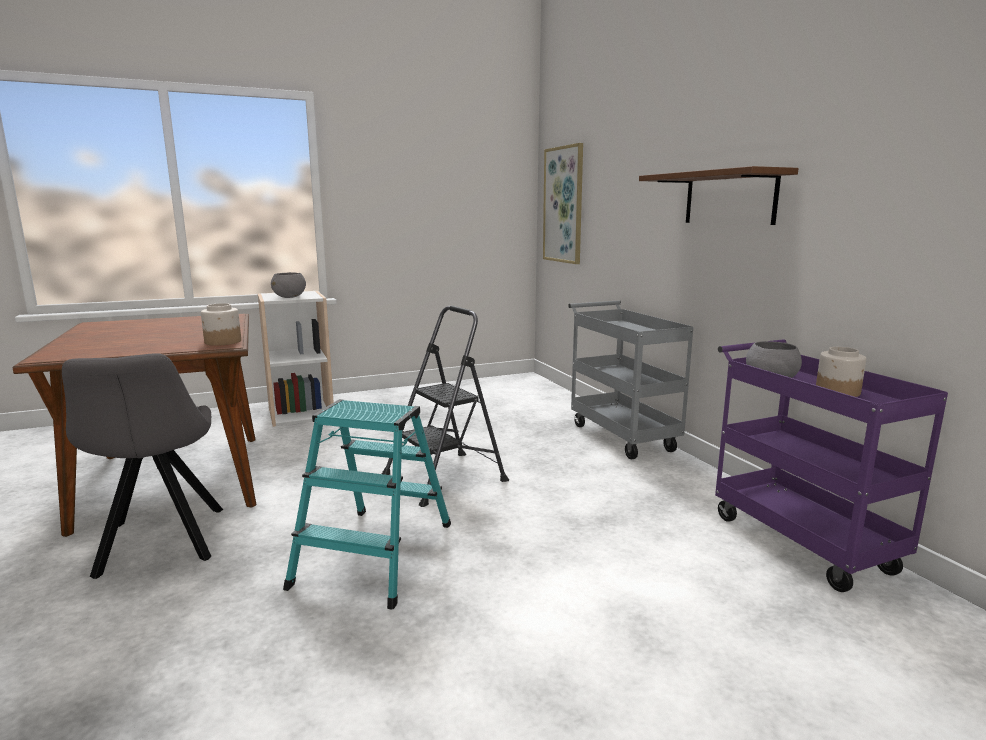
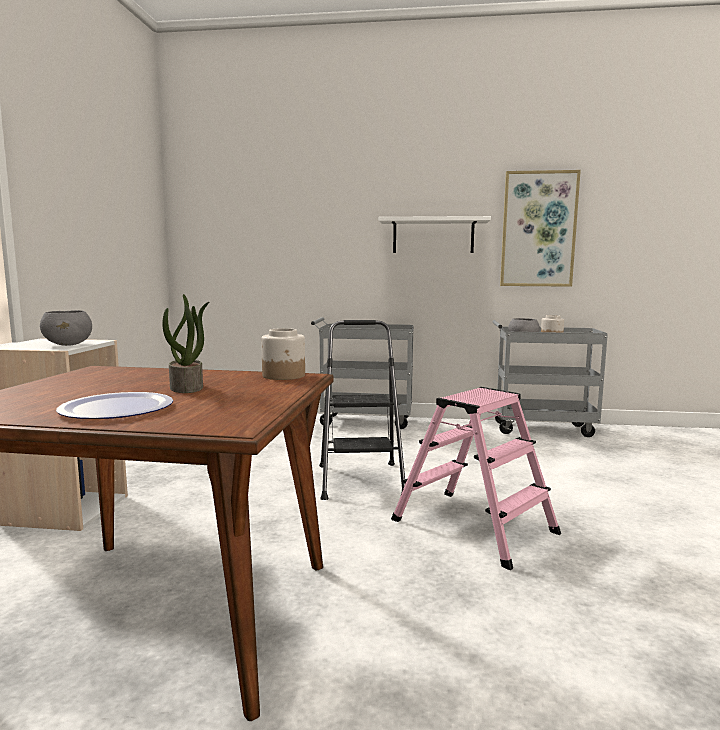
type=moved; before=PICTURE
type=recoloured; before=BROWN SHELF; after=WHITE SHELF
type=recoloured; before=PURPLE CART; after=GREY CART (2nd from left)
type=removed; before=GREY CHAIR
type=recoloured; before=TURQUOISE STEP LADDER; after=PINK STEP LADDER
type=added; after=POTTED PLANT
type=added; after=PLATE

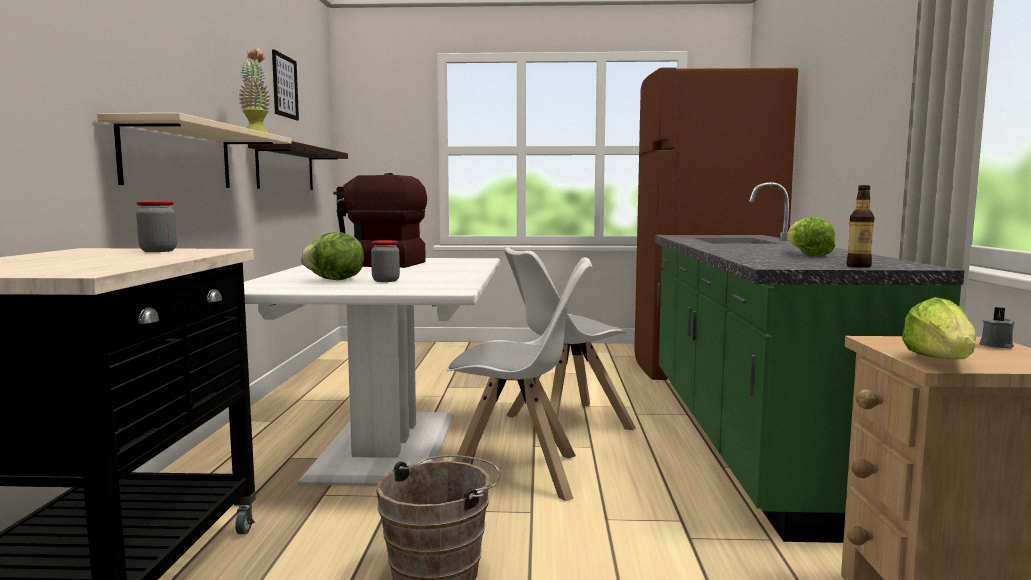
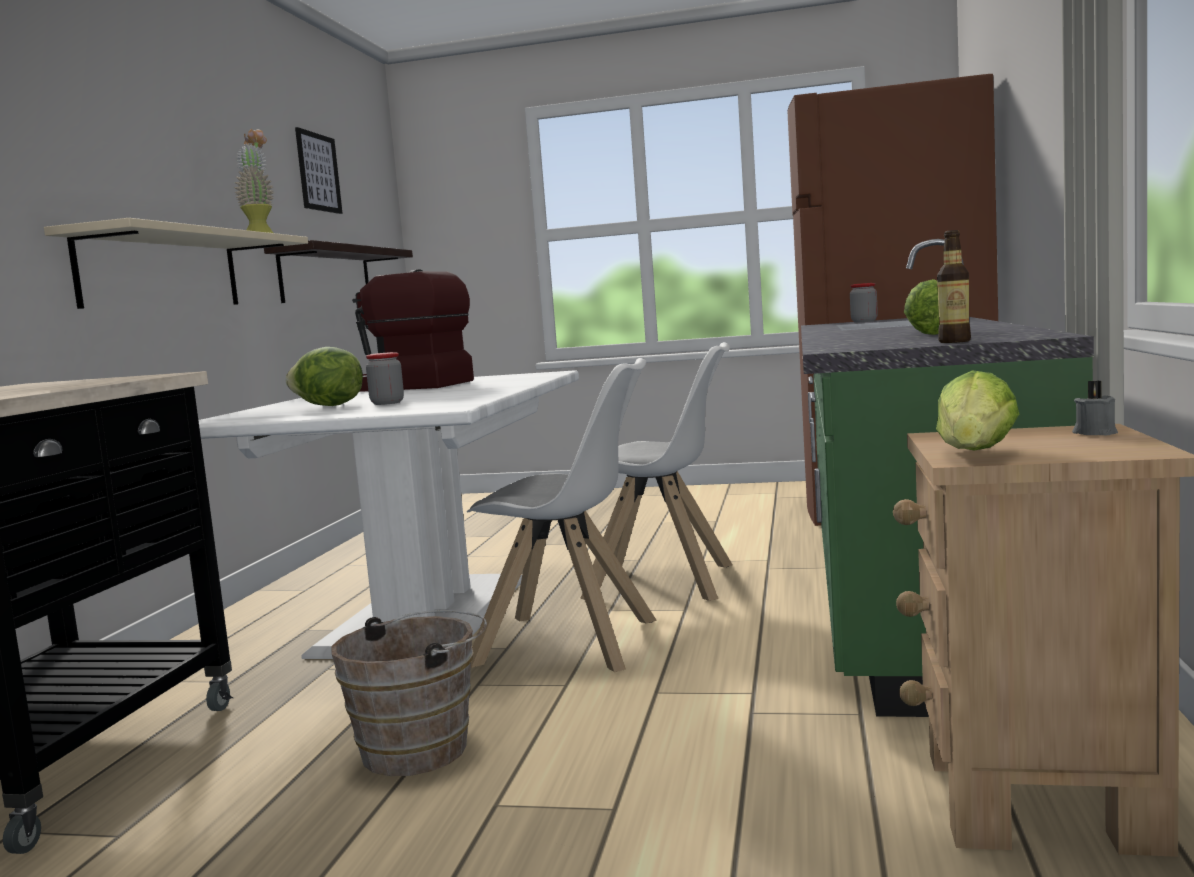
type=moved; before=JAR (1st from left in the first image); after=JAR (2nd from left)
type=turned; before=CHAIR (2nd from left); turn=-150

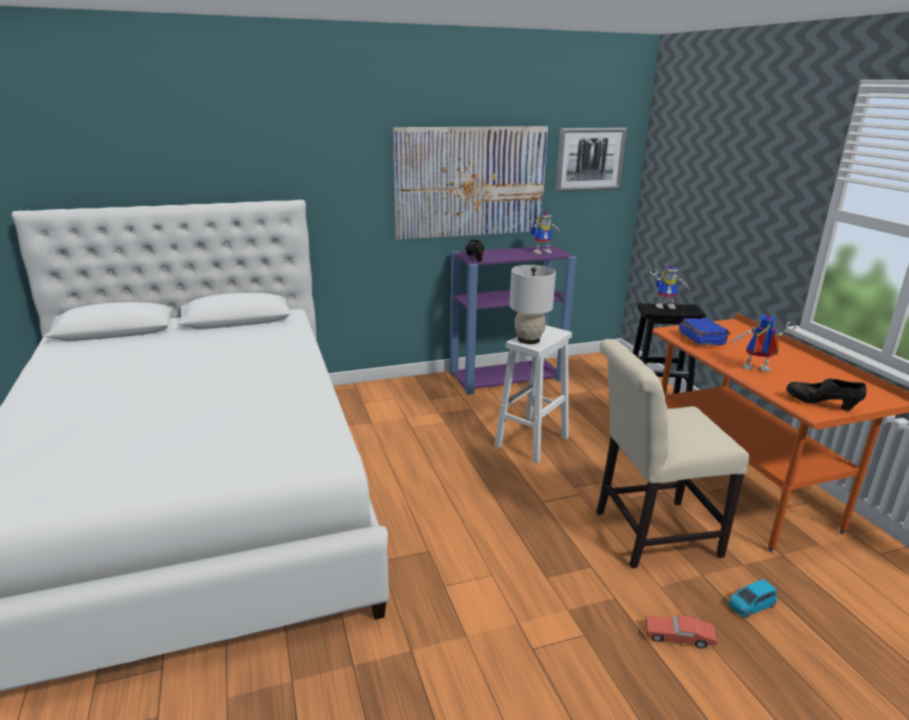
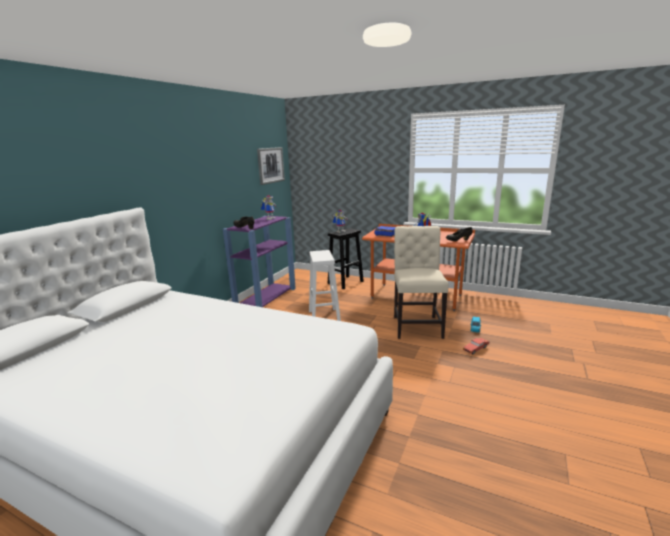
type=removed; before=PICTURE (1st from left)
type=removed; before=WHITE TABLE LAMP
type=turned; before=BEIGE CHAIR; turn=150

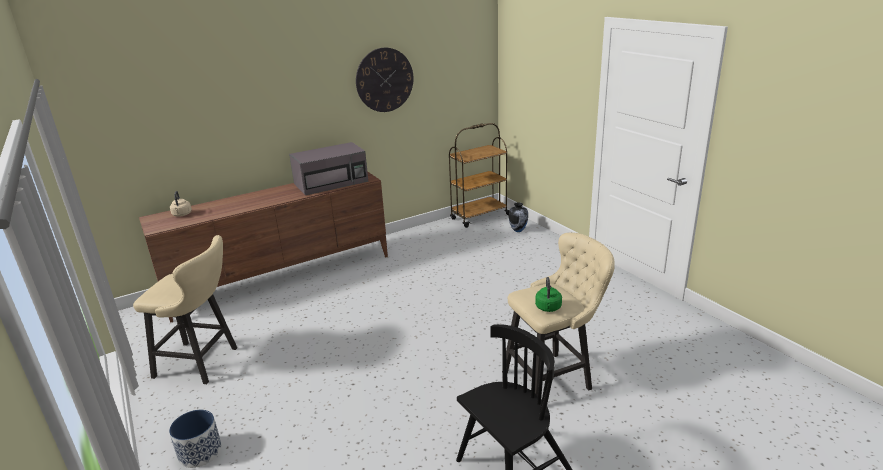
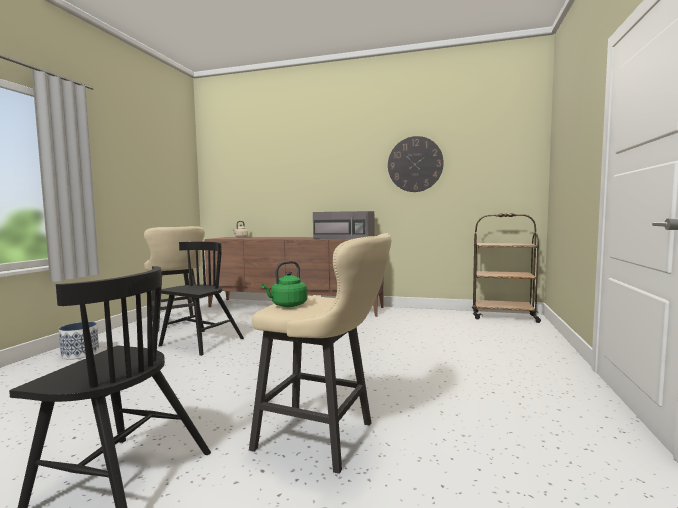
type=removed; before=VASE
type=added; after=BLACK CHAIR (2nd from left)

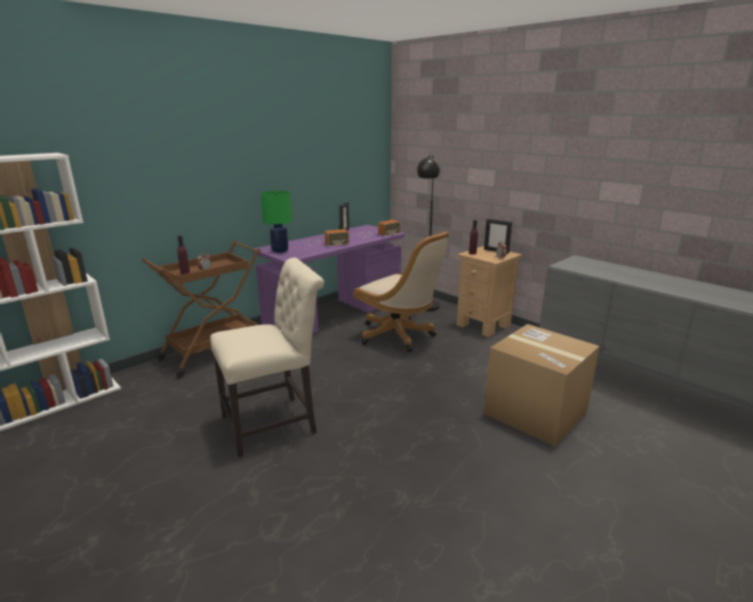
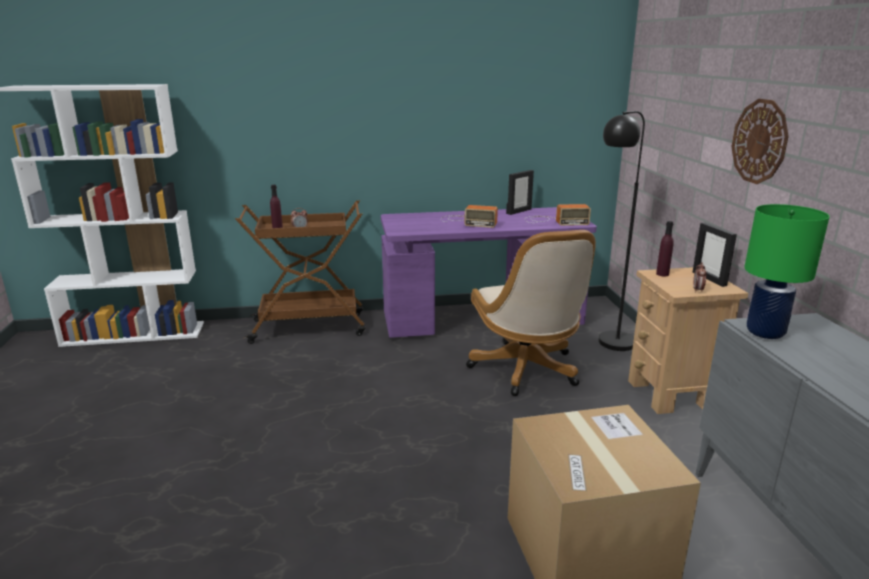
type=moved; before=GREEN TABLE LAMP
type=removed; before=BEIGE CHAIR
type=added; after=WALL CLOCK

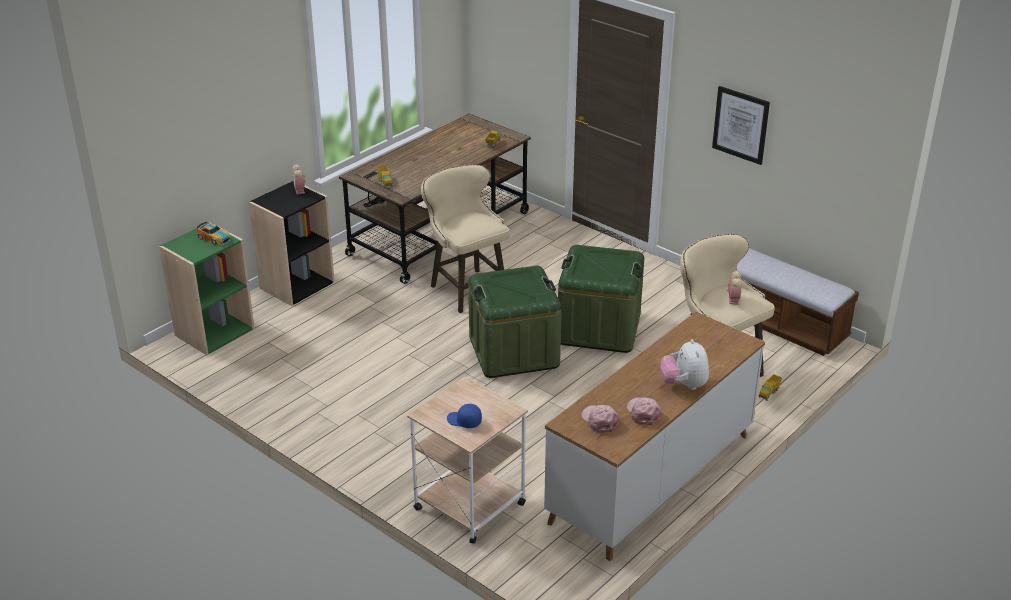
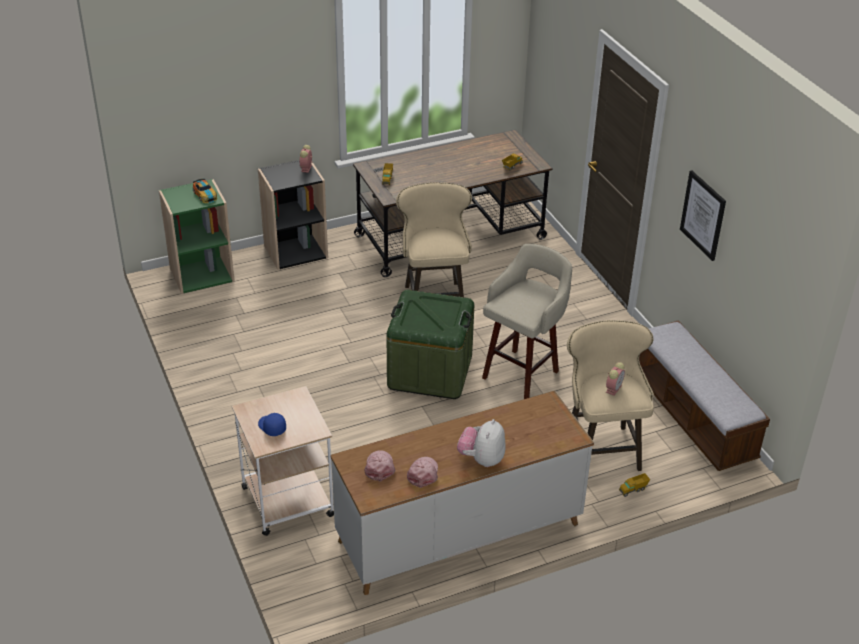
type=replaced; before=GREEN STORAGE BOX (2nd from left); after=BEIGE STOOL (2nd from left)

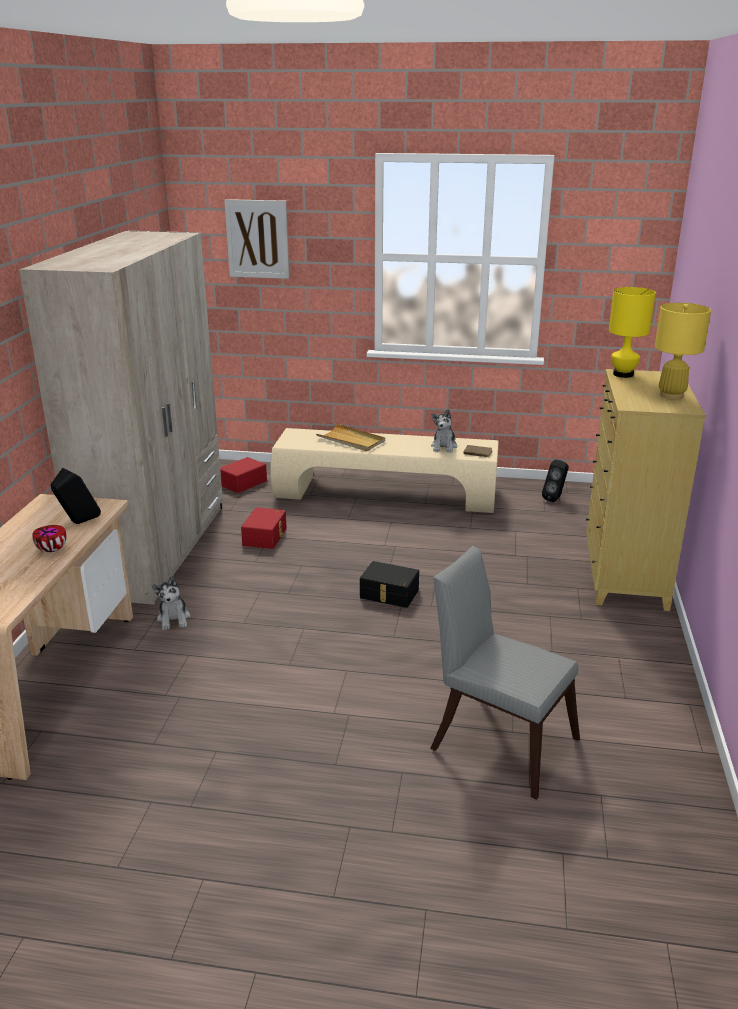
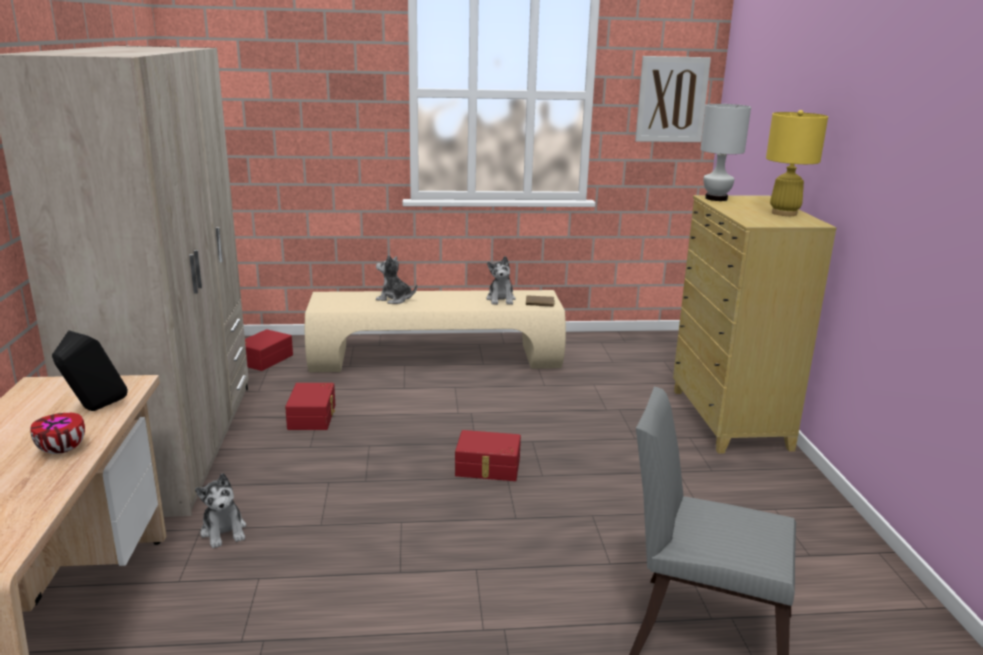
type=moved; before=PICTURE
type=recoloured; before=YELLOW TABLE LAMP (1st from left); after=WHITE TABLE LAMP
type=replaced; before=BEIGE TRAY; after=PLUSH TOY (2nd from left)
type=removed; before=BLACK SPEAKER (2nd from left)
type=recoloured; before=BLACK STORAGE BOX; after=RED STORAGE BOX (3rd from left)

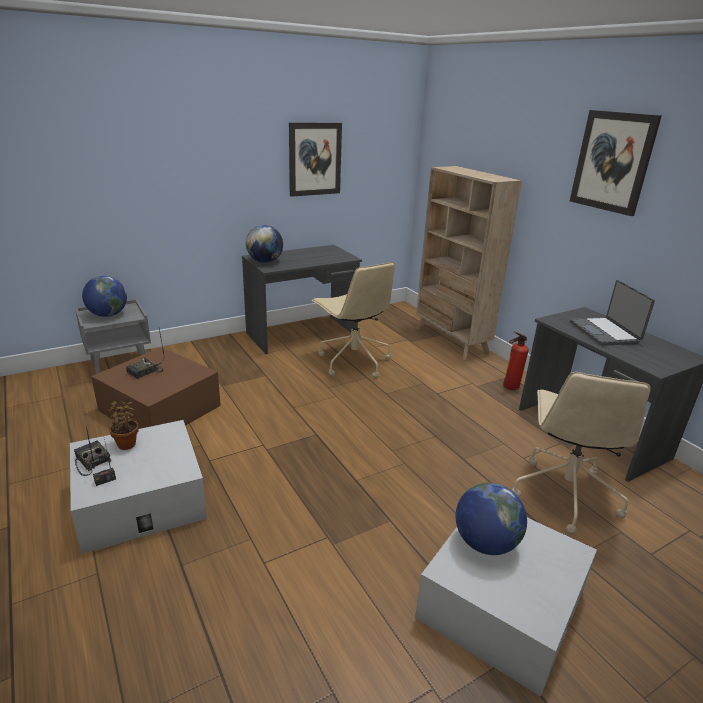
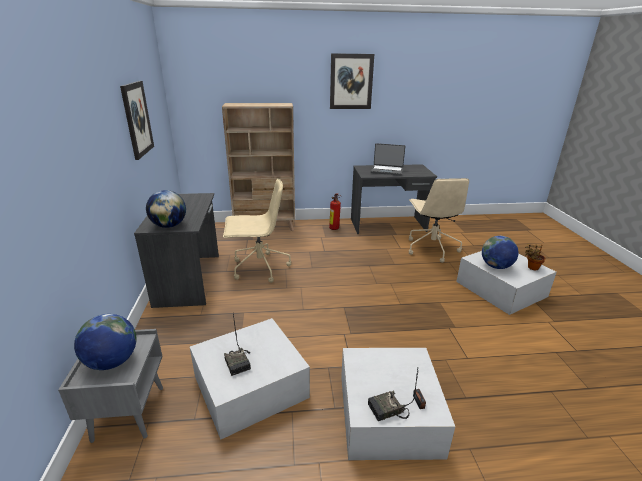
type=recoloured; before=BROWN STORAGE BOX; after=WHITE STORAGE BOX (1st from left)
type=turned; before=BEIGE OFFICE CHAIR (2nd from left); turn=45
type=moved; before=POTTED PLANT

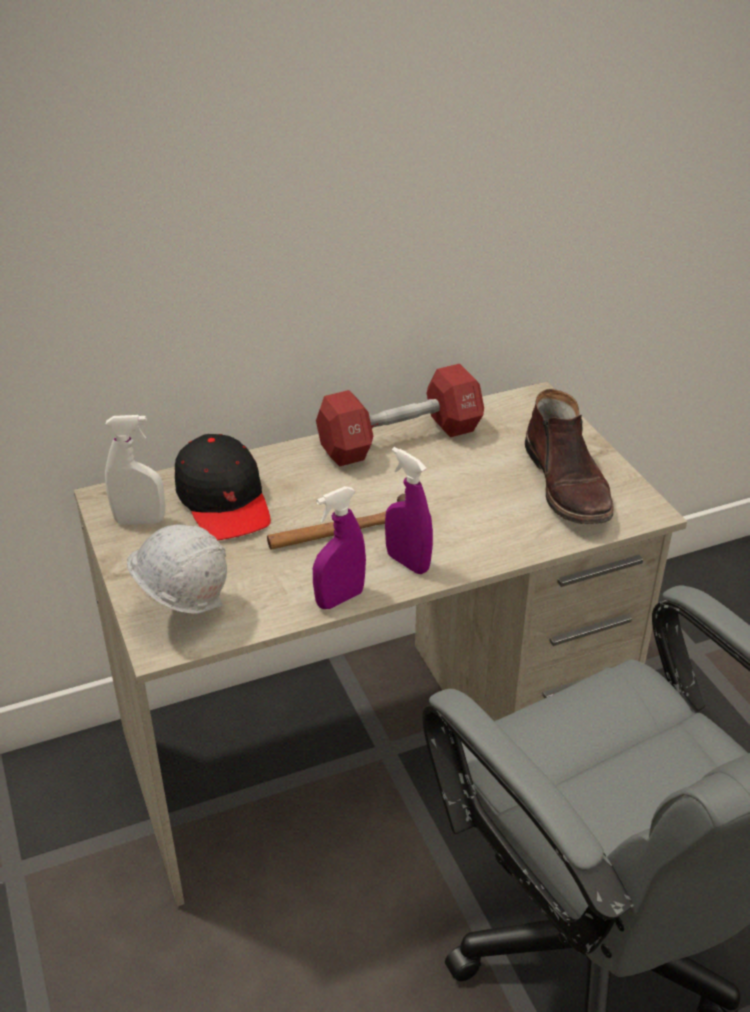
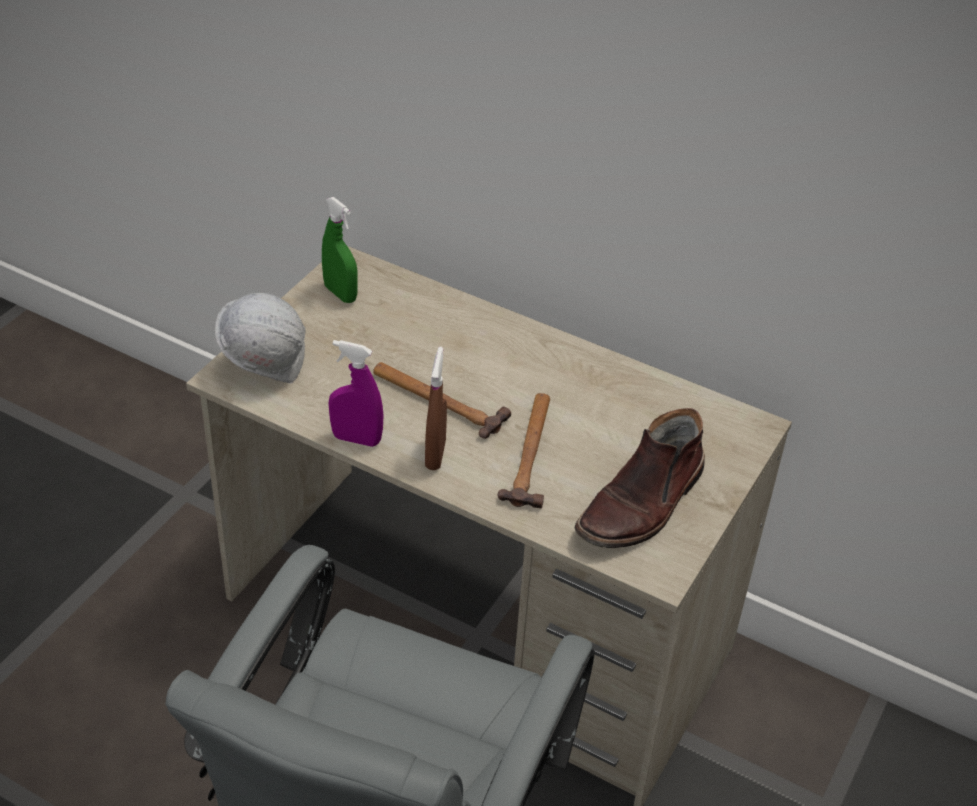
type=removed; before=RED DUMBBELL
type=recoloured; before=WHITE SPRAY BOTTLE; after=GREEN SPRAY BOTTLE
type=removed; before=BLACK CAP
type=recoloured; before=PURPLE SPRAY BOTTLE (2nd from left); after=BROWN SPRAY BOTTLE
type=added; after=HAMMER (2nd from left)

